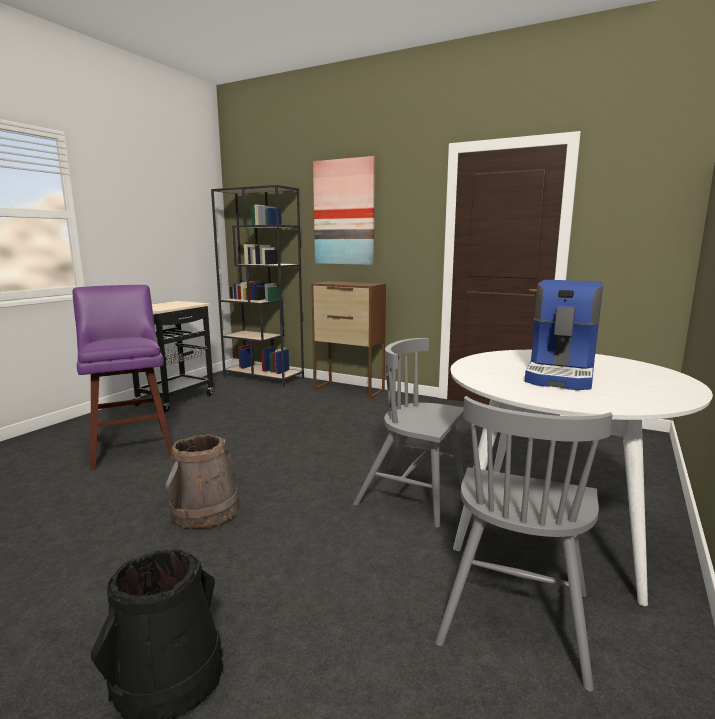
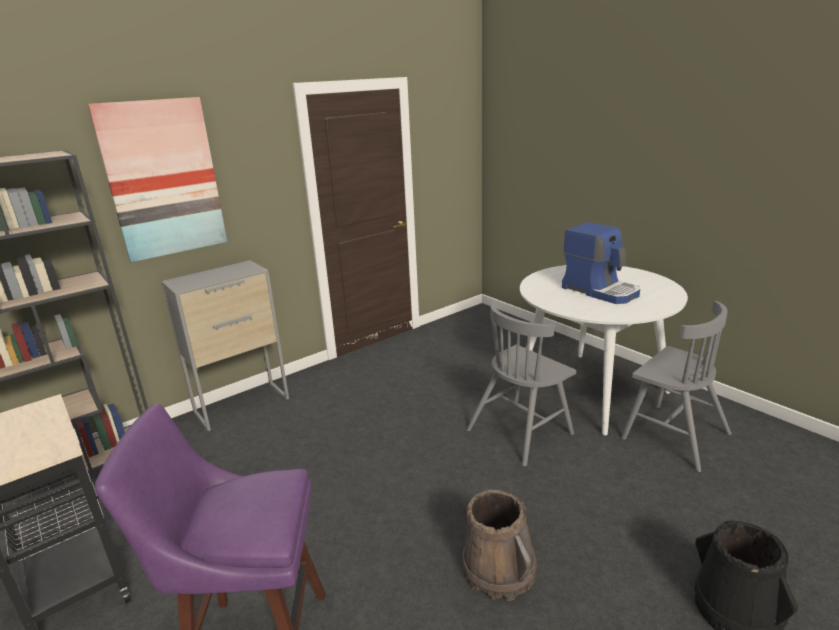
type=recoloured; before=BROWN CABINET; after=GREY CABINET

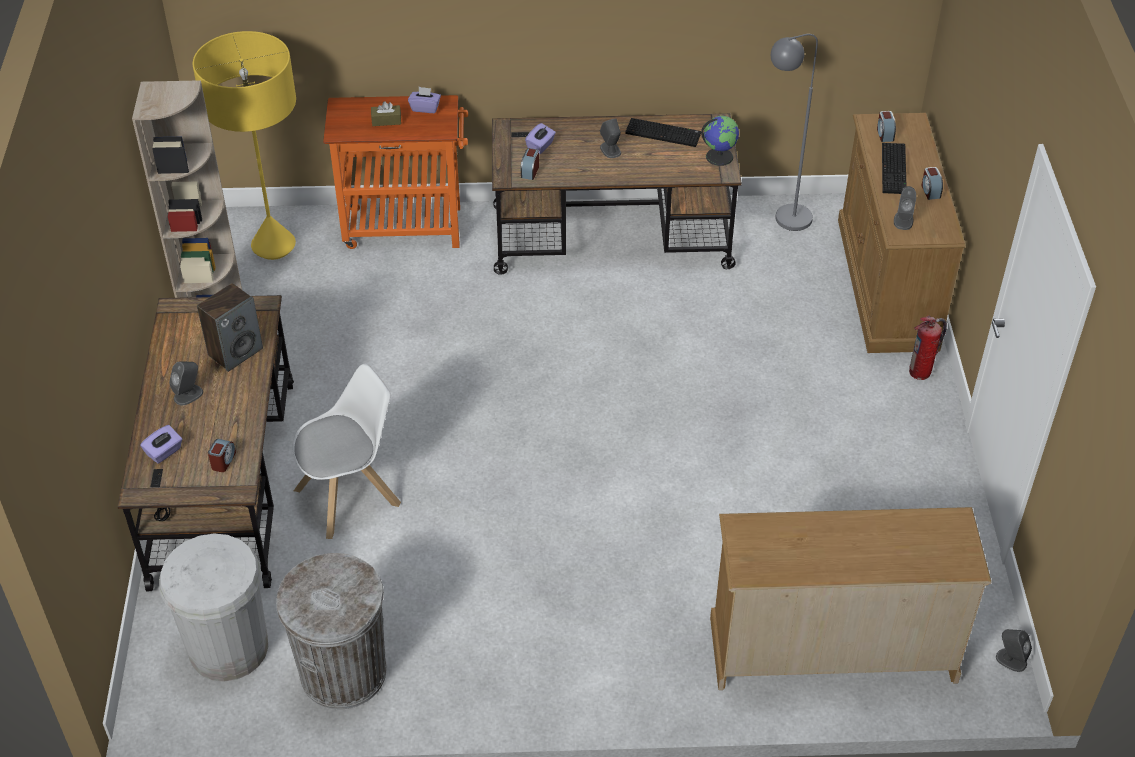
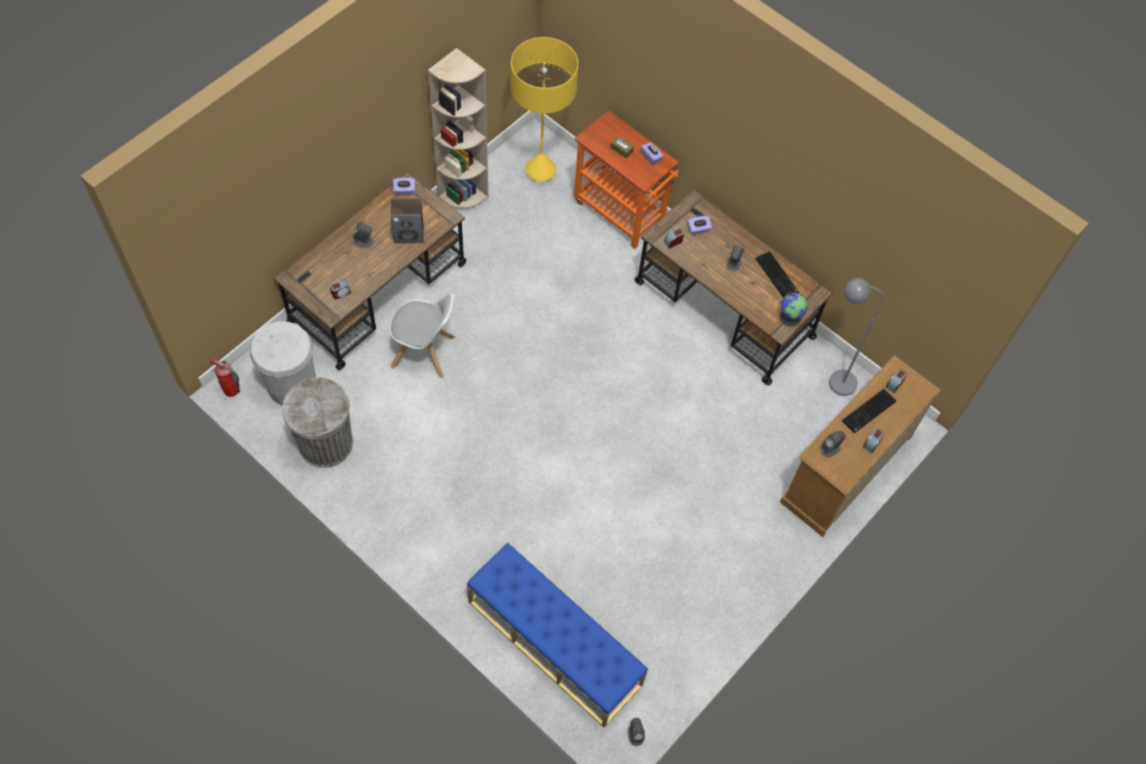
type=moved; before=FIRE EXTINGUISHER
type=moved; before=PURPLE TISSUE BOX (1st from left)
type=replaced; before=BROWN CABINET (1st from left); after=BLUE BENCH

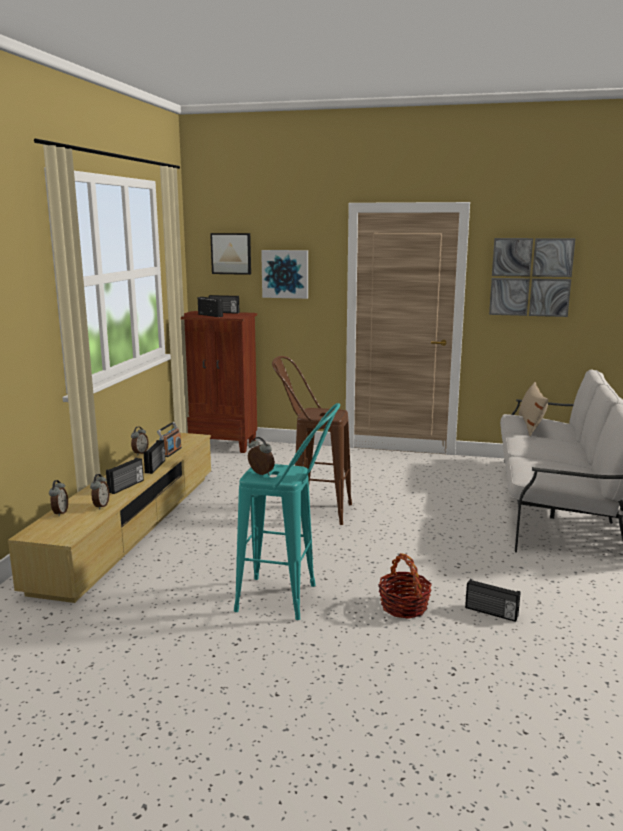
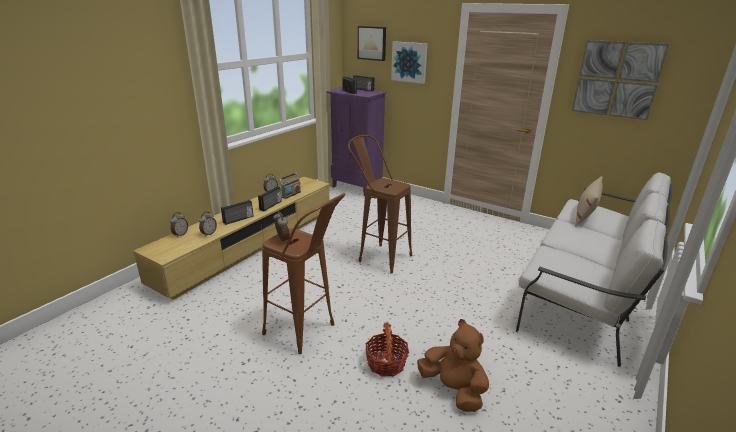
type=recoloured; before=BROWN CABINET; after=PURPLE CABINET
type=recoloured; before=TURQUOISE STOOL; after=BROWN STOOL (1st from left)
type=replaced; before=RADIO (6th from left); after=BROWN PLUSH TOY

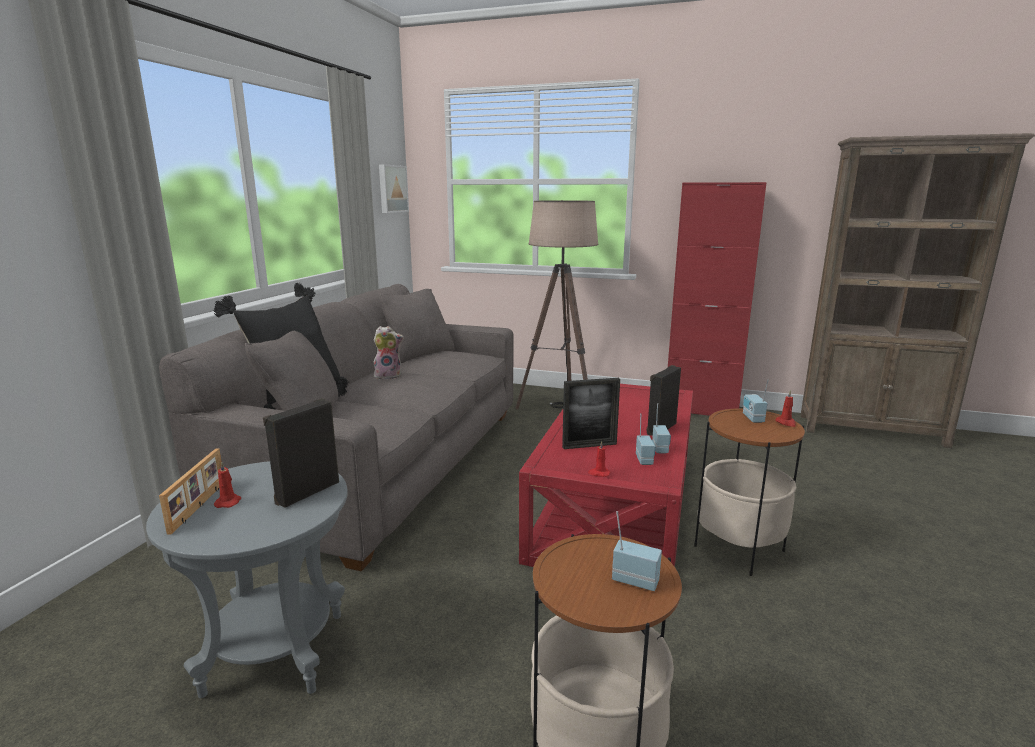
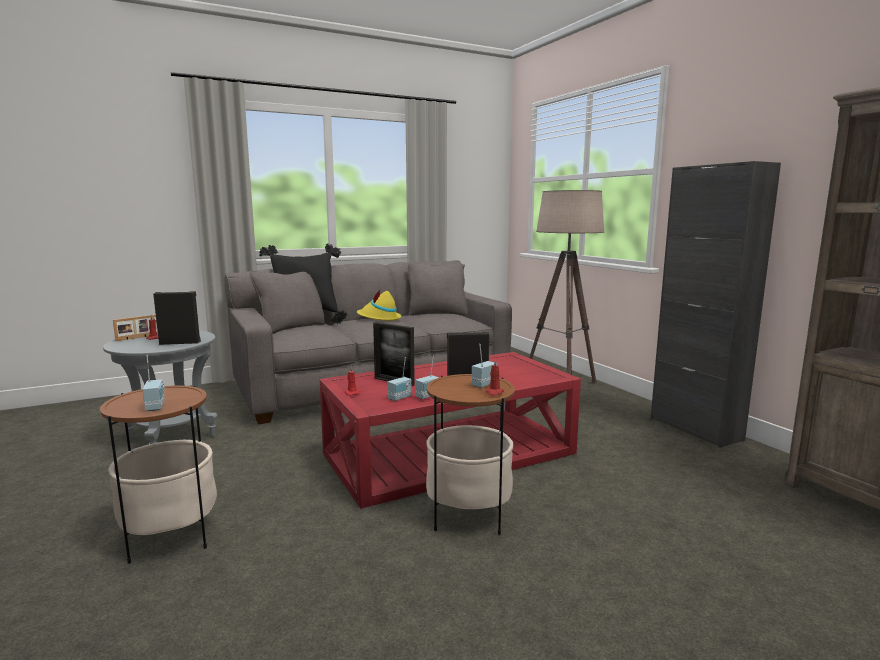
type=removed; before=PICTURE
type=recoloured; before=RED CABINET; after=BLACK CABINET
type=replaced; before=PLUSH TOY; after=YELLOW HAT

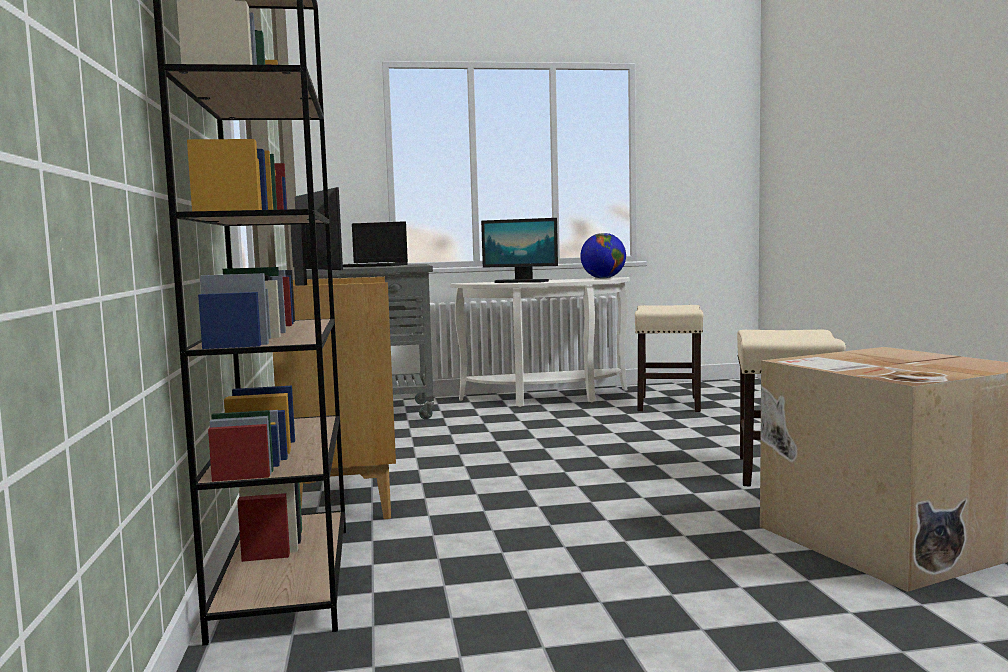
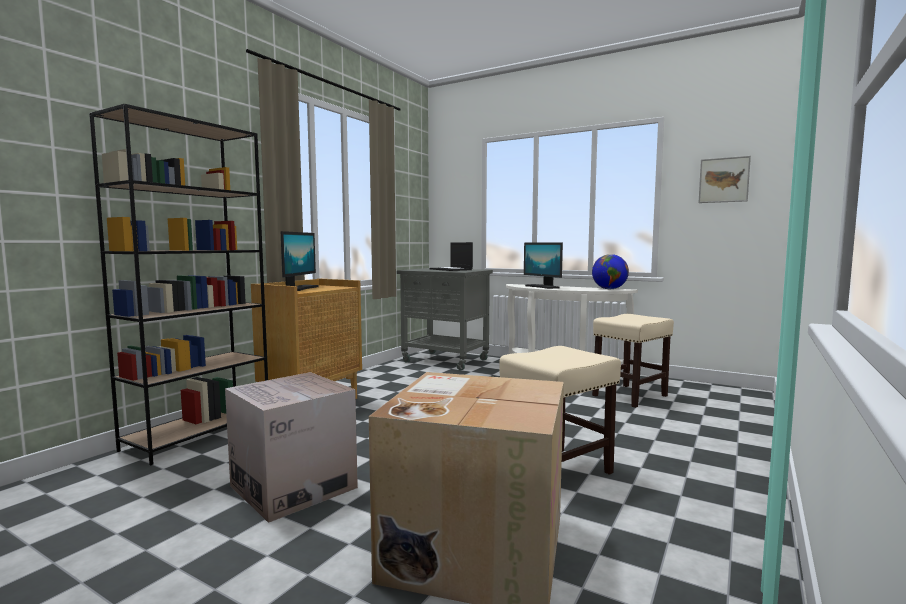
type=added; after=PICTURE
type=added; after=CARDBOARD BOX (1st from left)

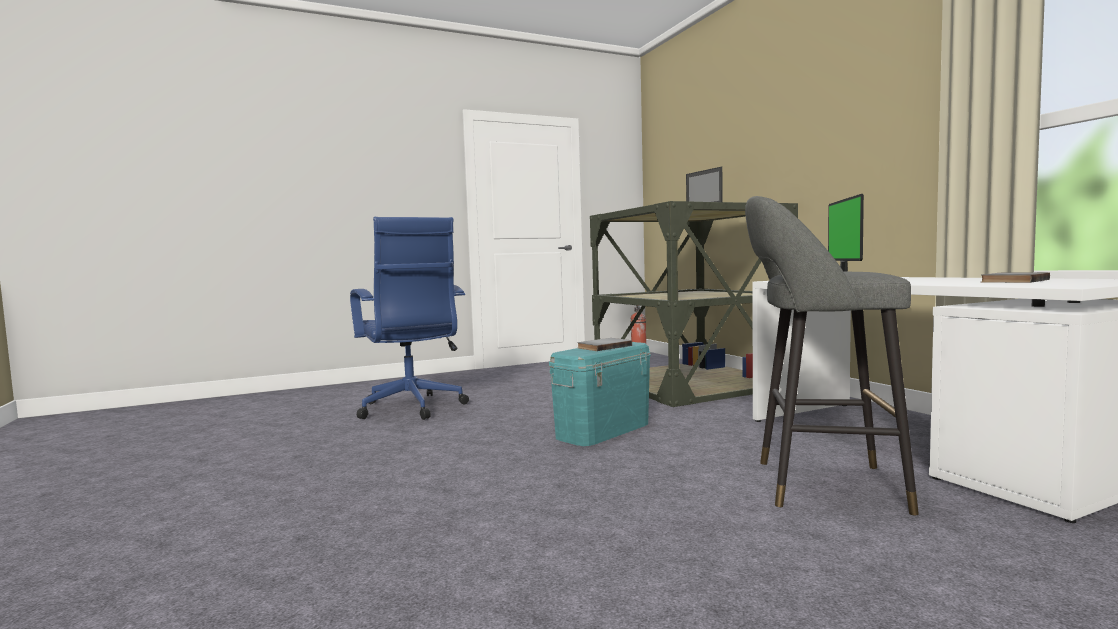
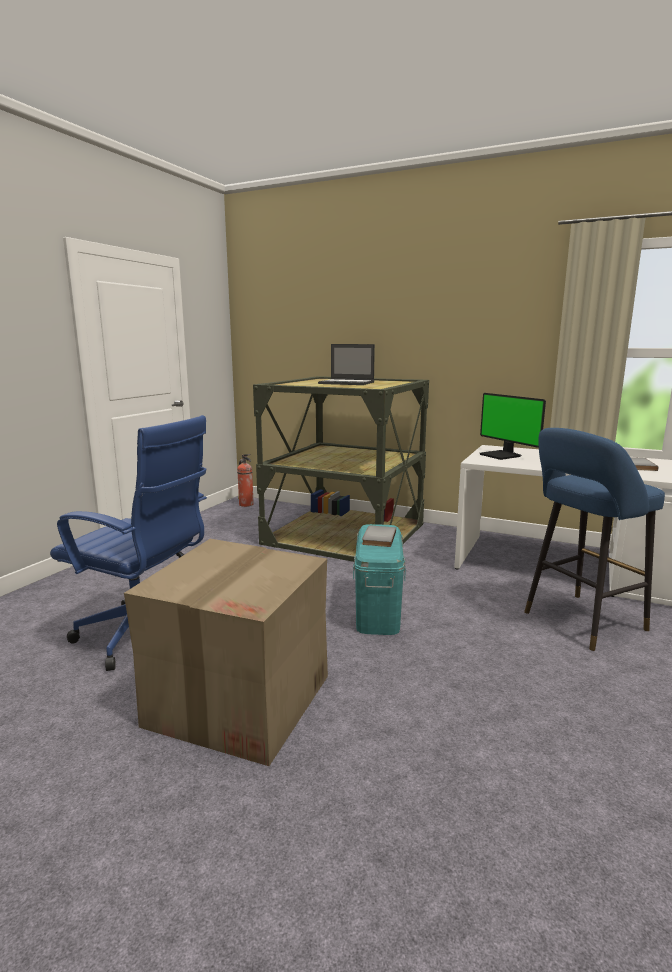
type=recoloured; before=GREY STOOL; after=BLUE STOOL
type=added; after=CARDBOARD BOX

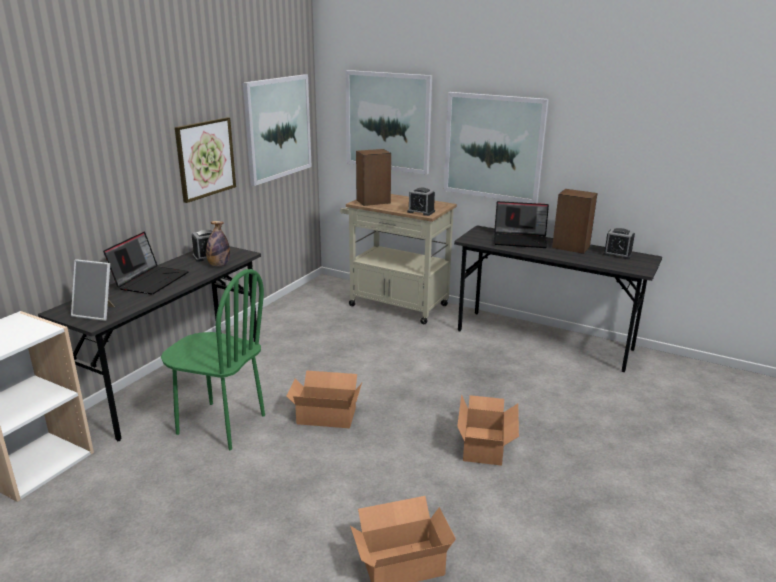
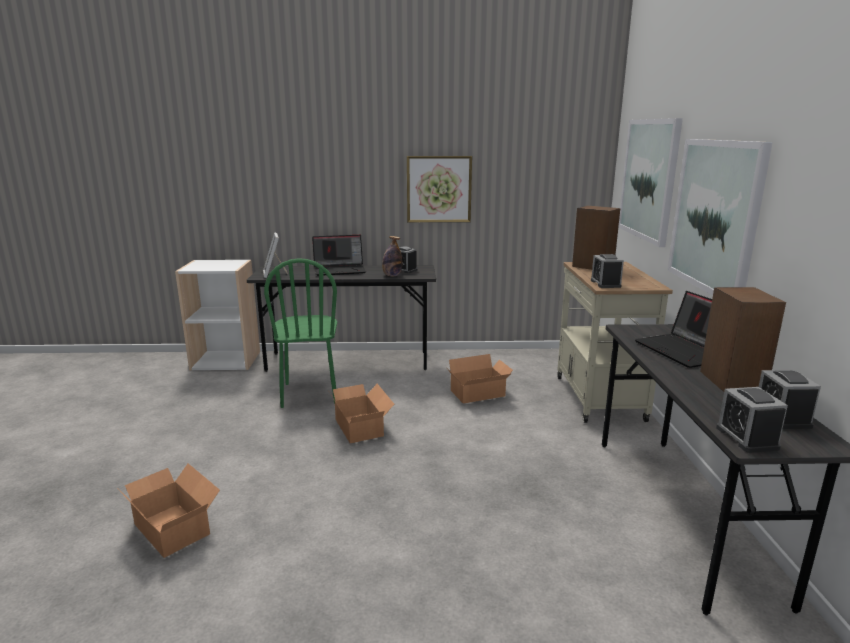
type=removed; before=PICTURE (2nd from left)
type=moved; before=CARDBOARD BOX (3rd from left)
type=added; after=ALARM CLOCK (3rd from left)

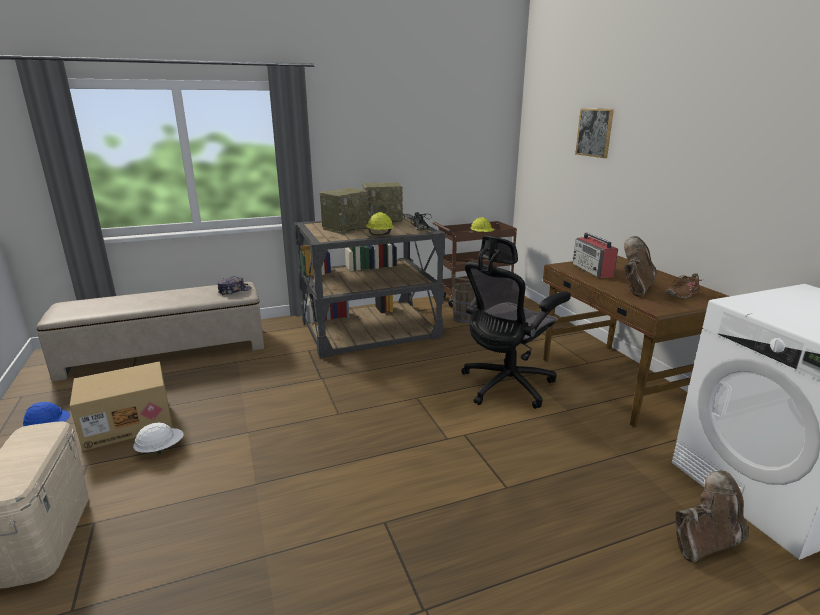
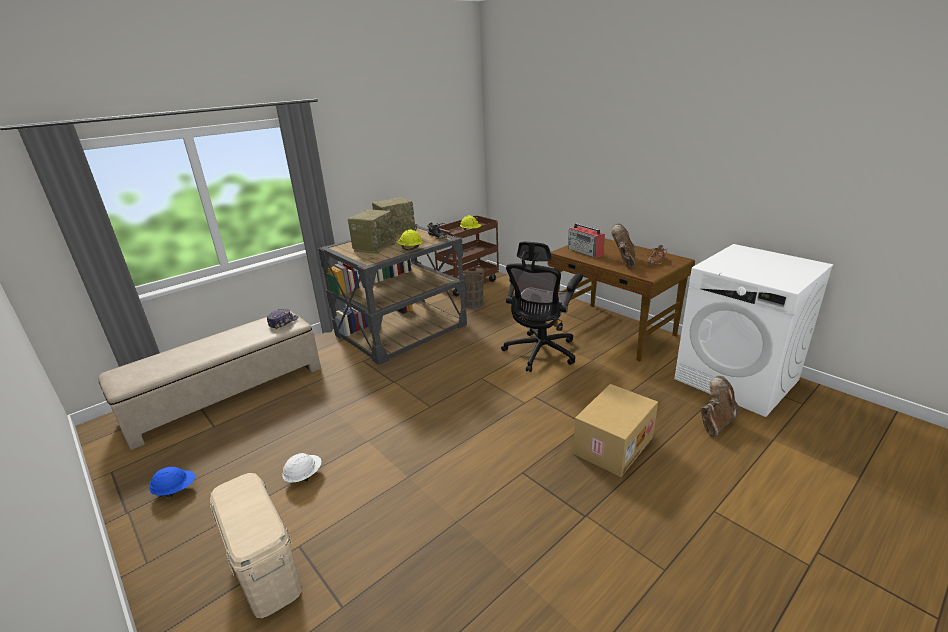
type=removed; before=PICTURE
type=moved; before=CARDBOARD BOX

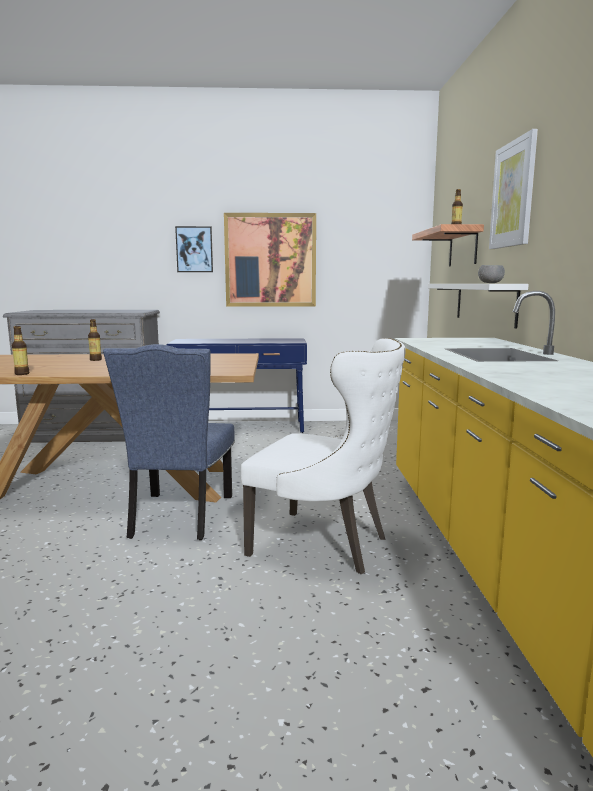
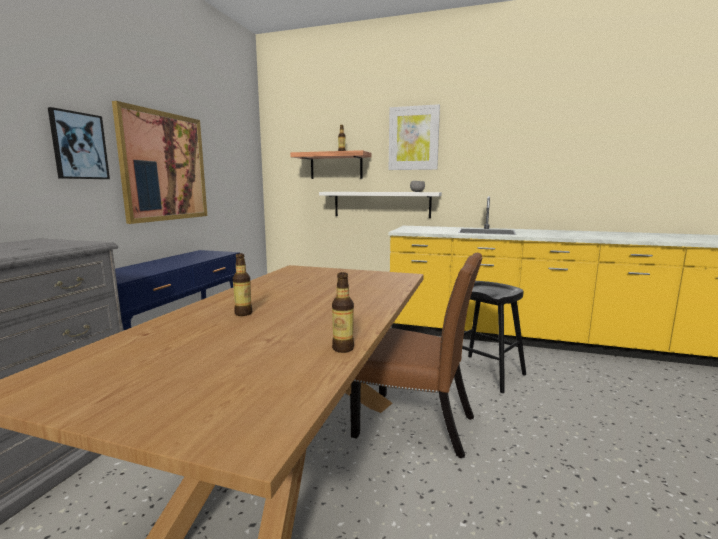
type=replaced; before=WHITE CHAIR; after=BLACK STOOL
type=recoloured; before=BLUE CHAIR; after=BROWN CHAIR

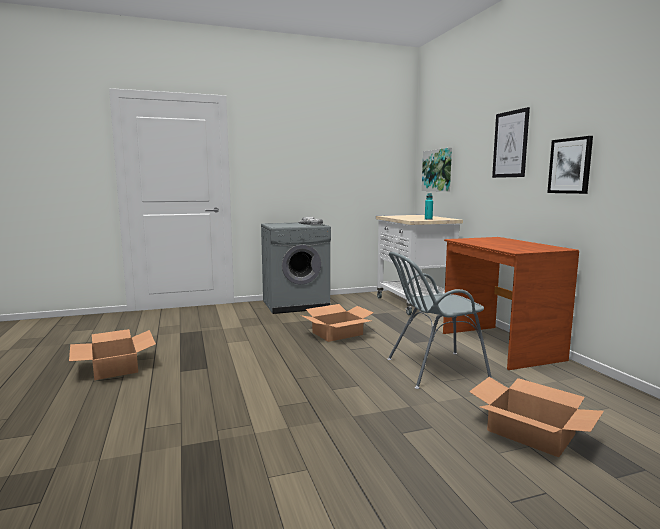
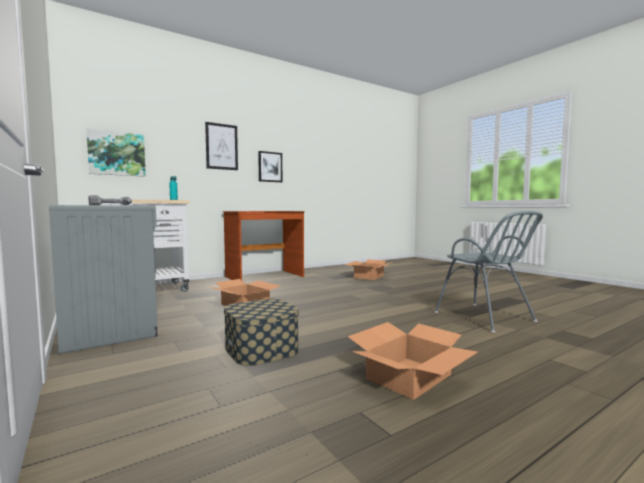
type=moved; before=GREY CHAIR
type=added; after=STORAGE BOX

